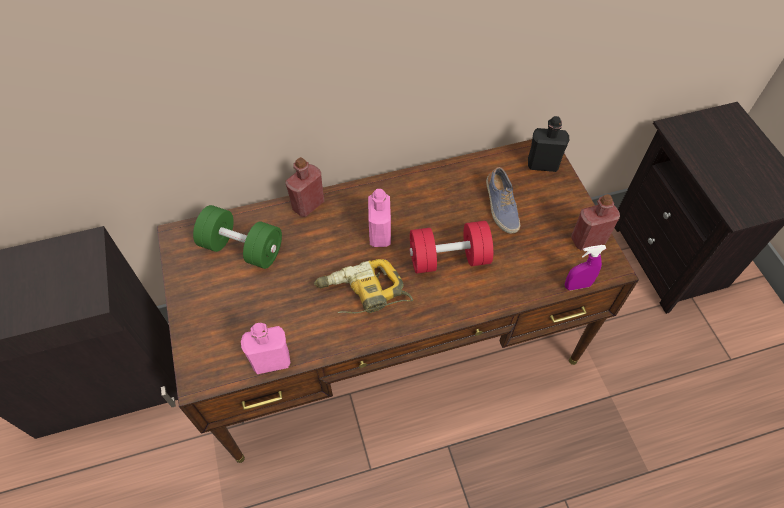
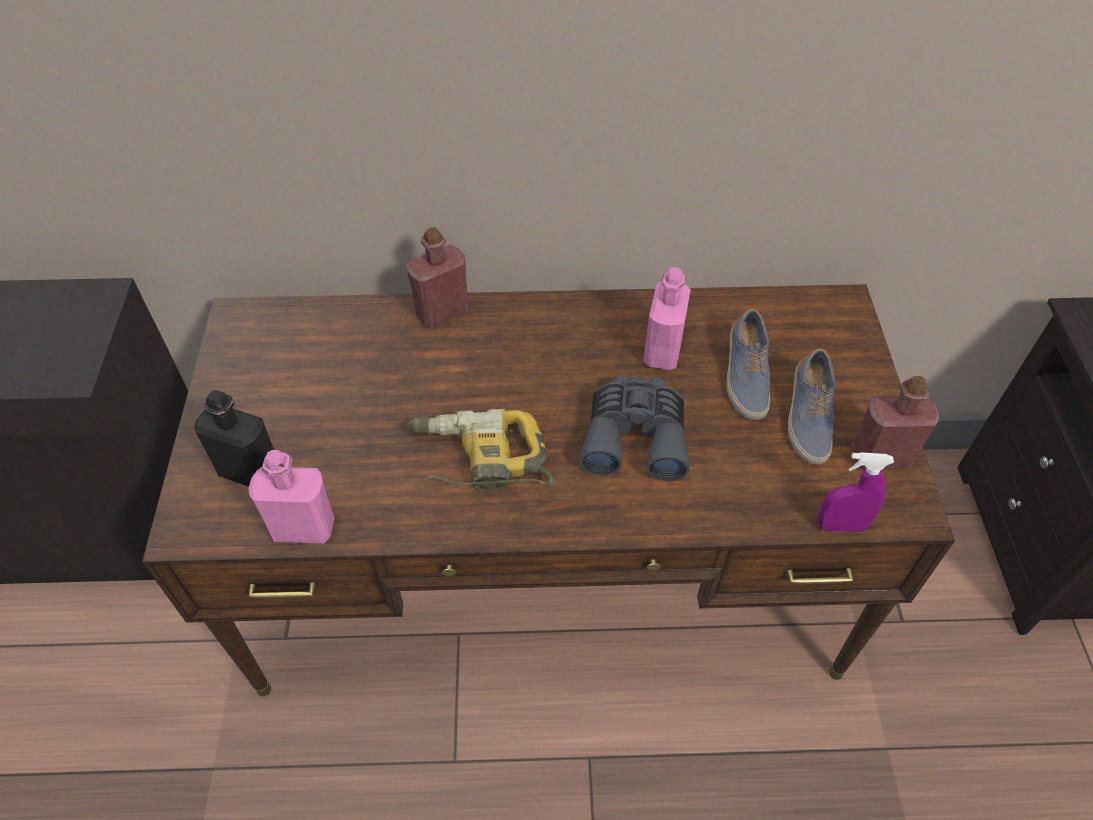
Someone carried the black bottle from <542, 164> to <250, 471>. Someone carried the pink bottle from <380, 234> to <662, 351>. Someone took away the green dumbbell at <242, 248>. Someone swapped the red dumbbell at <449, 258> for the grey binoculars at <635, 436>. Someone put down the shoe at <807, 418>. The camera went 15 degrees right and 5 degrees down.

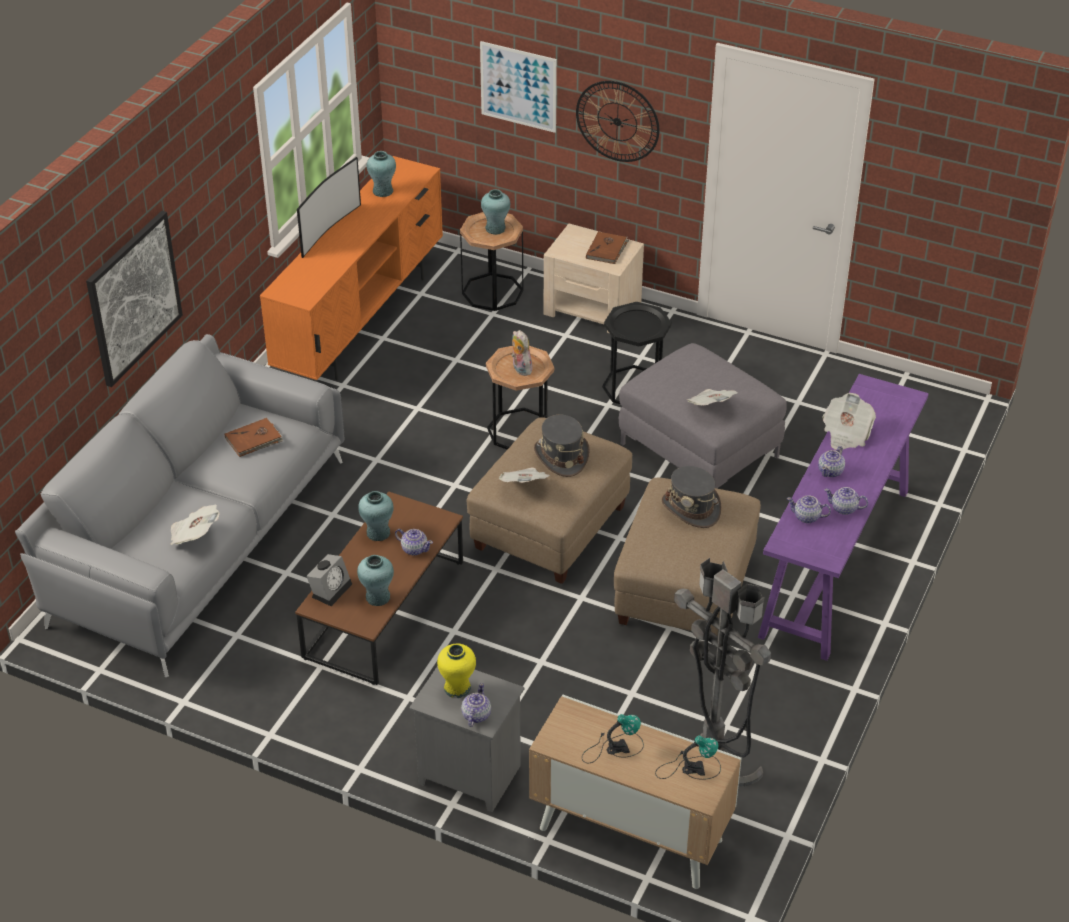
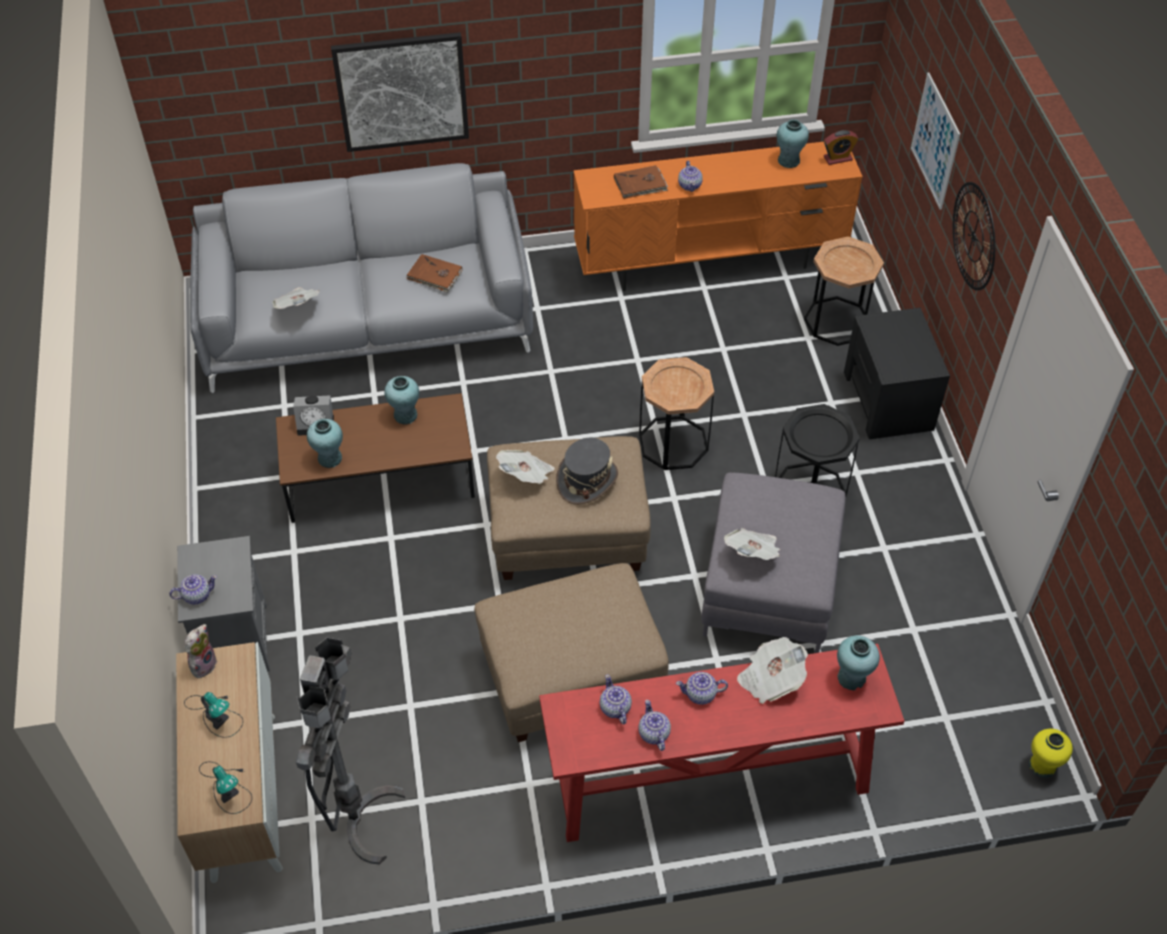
Someone took away the television at <328, 229>. Someone carried the turquoise vase from <495, 228> to <851, 677>. Someone repainted the beige nightstand at <593, 308>, which became the black nightstand at <888, 401>. Someone carried the brown book from <607, 249> to <640, 184>. Someone carried the plush toy from <520, 369> to <203, 663>. Someone repainted the purple console table at <835, 562>, which became the red console table at <708, 780>. Someone took away the grey hat at <691, 508>. Someone carried the teapot from <414, 549> to <690, 185>. Someone carried the yellow vase from <457, 688> to <1042, 766>. Someone put down the alarm clock at <838, 158>. The camera went 55 degrees right and 10 degrees up.

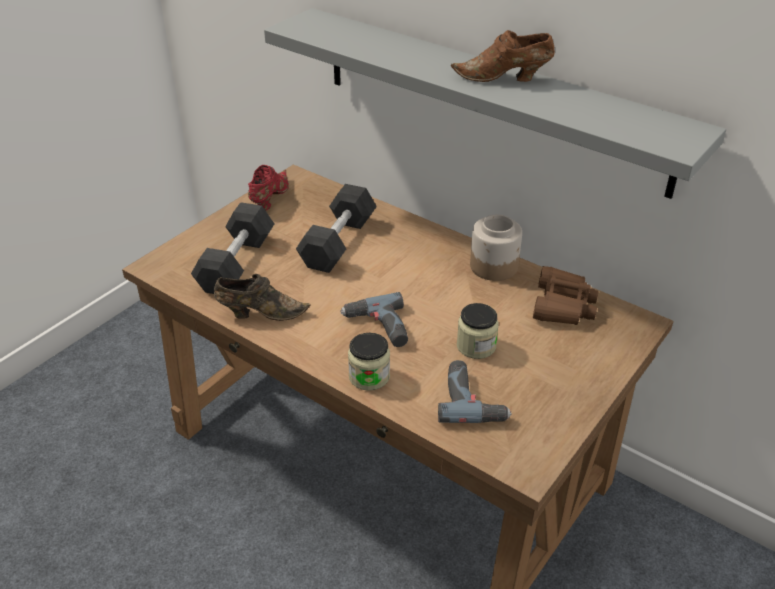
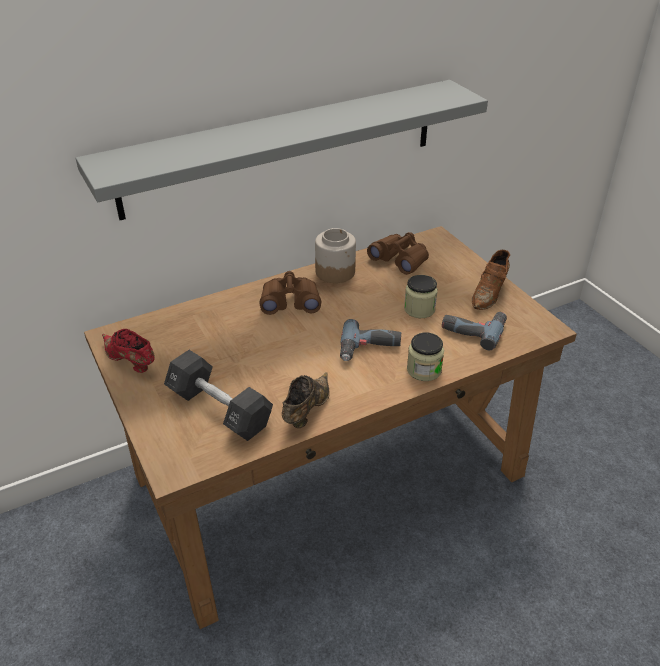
Someone carried the brown shoe from <504, 78> to <490, 293>. Someone took away the black dumbbell at <338, 243>. Someone put down the brown binoculars at <290, 301>. The camera went 65 degrees left and 0 degrees up.

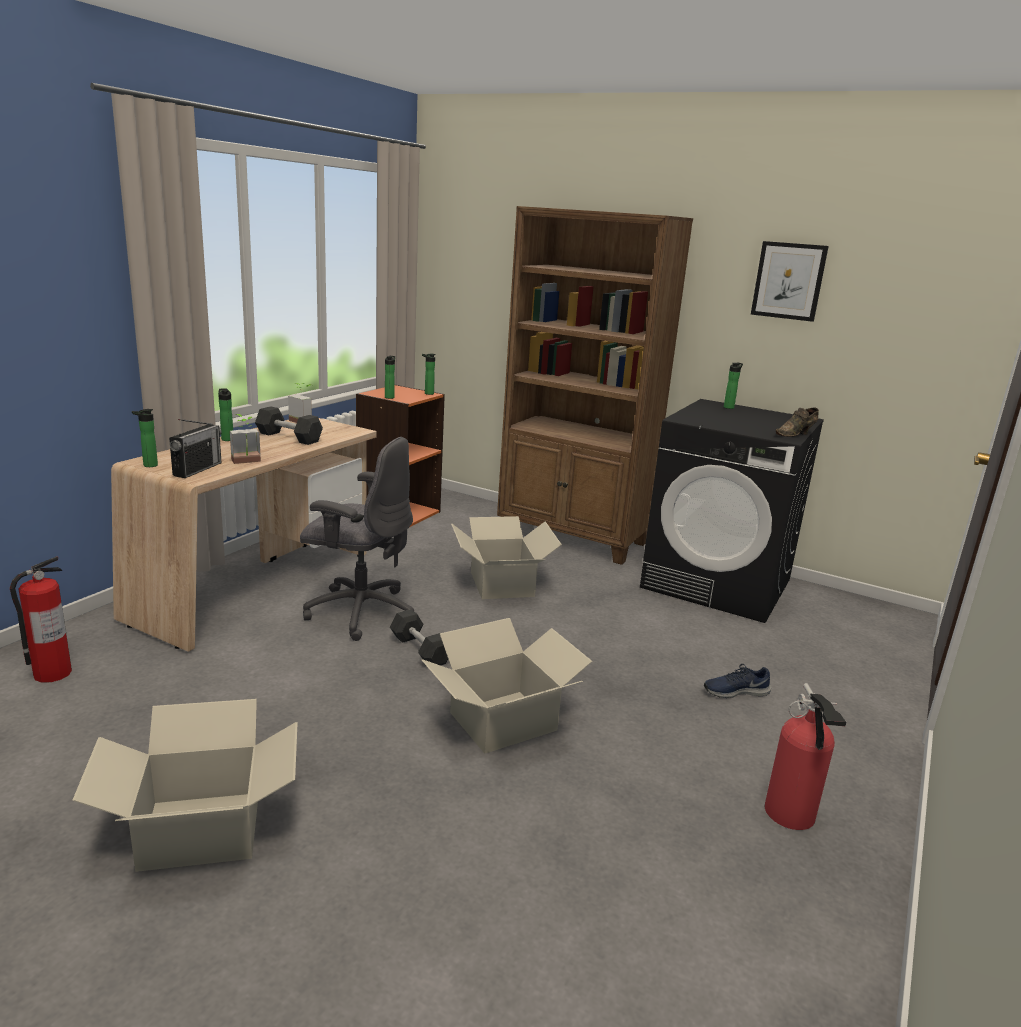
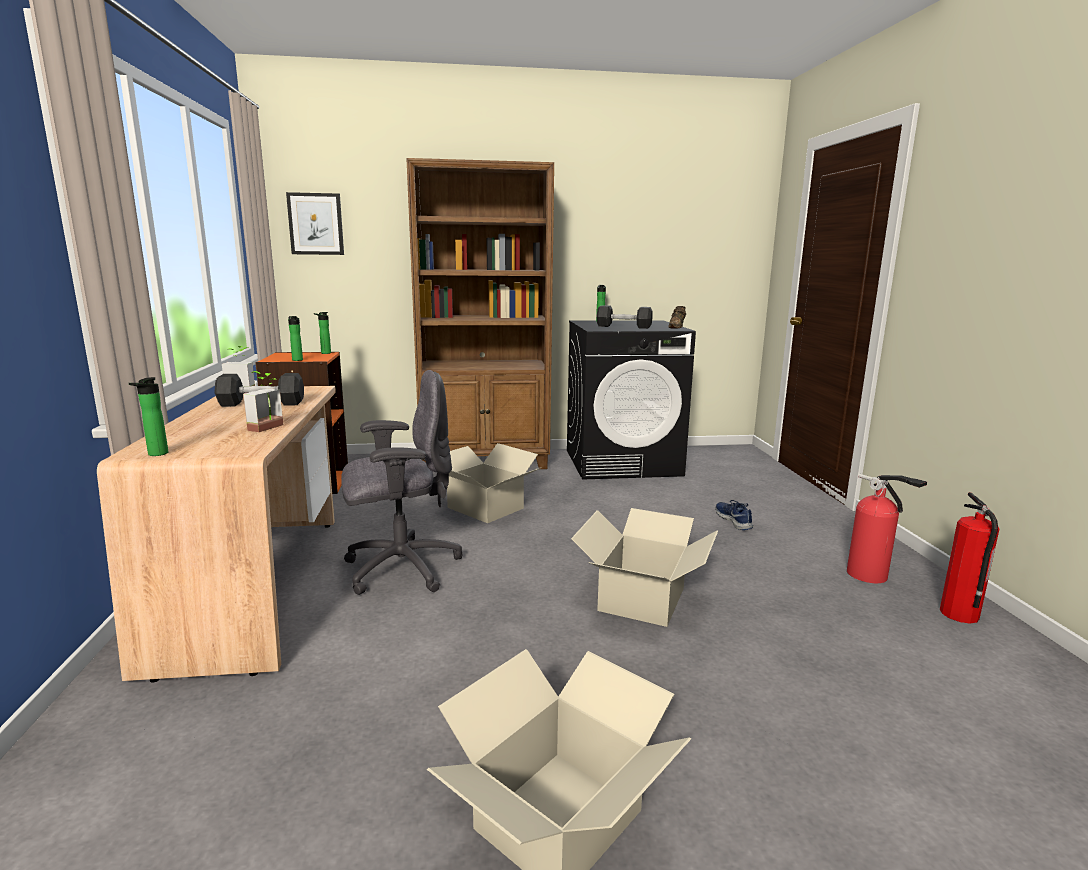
Someone carried the picture from <788, 281> to <316, 224>. Someone took away the bottle at <227, 439>. Someone took away the radio at <197, 469>. Someone carried the fire extinguisher from <51, 673> to <959, 614>. Someone carried the grey dumbbell from <420, 650> to <624, 327>. Someone rotated the blue shoe at <735, 691> by 120 degrees clockwise. The camera went 35 degrees left and 5 degrees down.

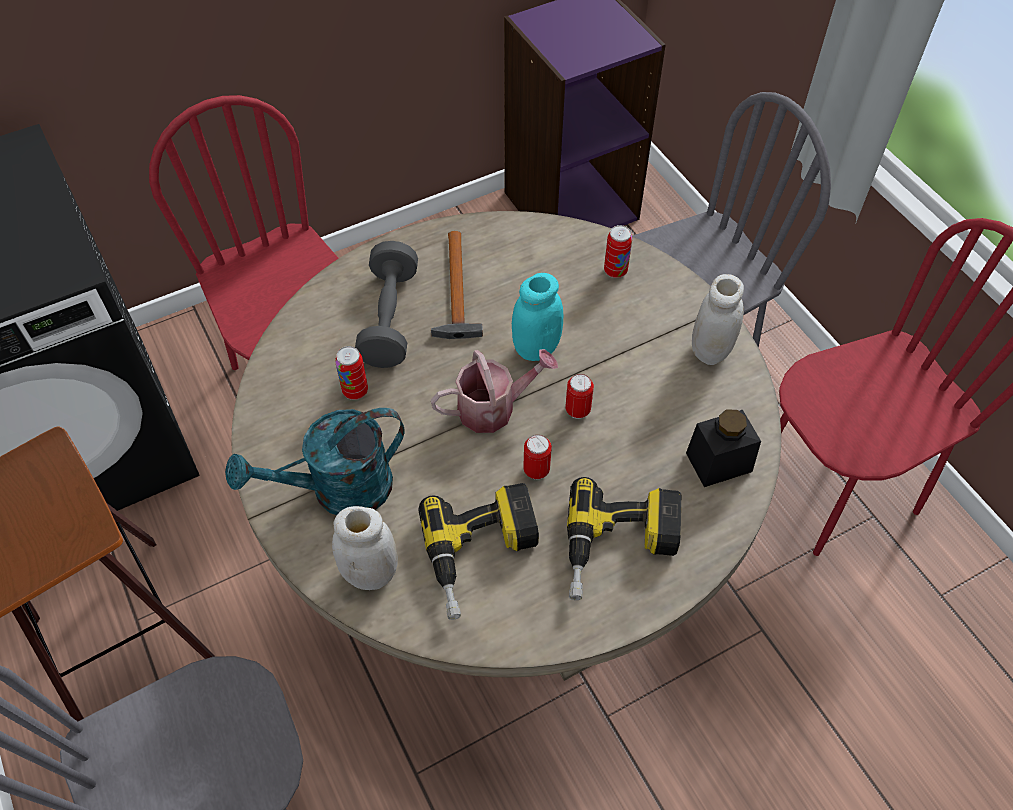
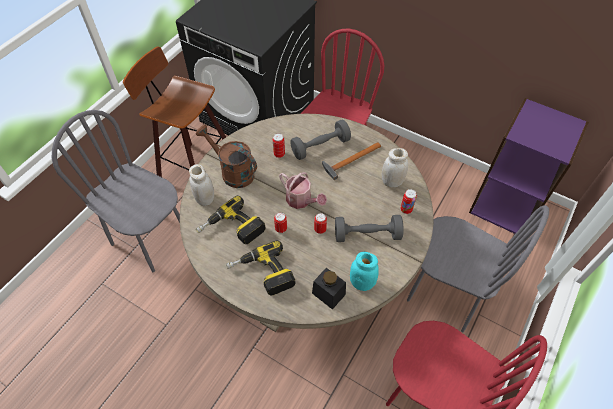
Someone carried the turquoise jar from <536, 348> to <362, 283>. Someone carried the white jar from <710, 350> to <392, 182>. Someone repainted the turquoise watering can at <338, 491>, which became the brown watering can at <232, 172>. Someone put down the grey dumbbell at <367, 235>. The camera went 60 degrees right and 0 degrees up.

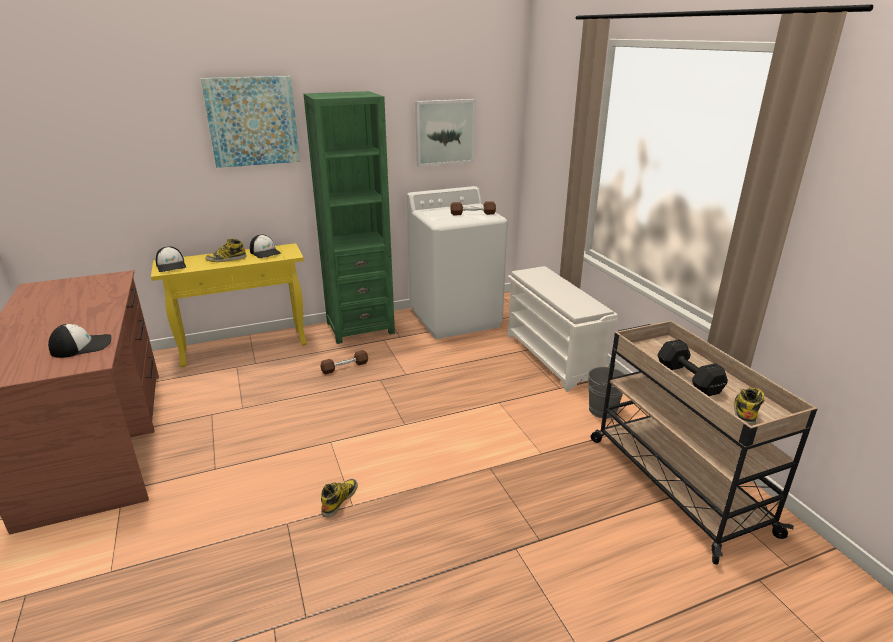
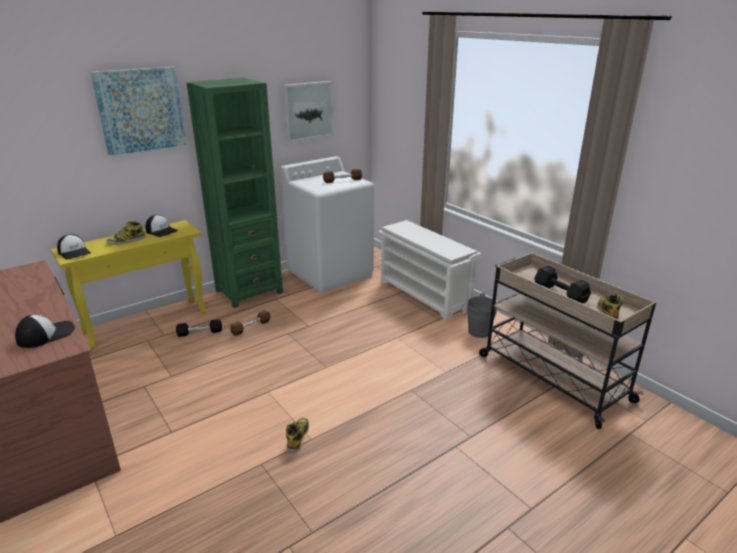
Someone put down the black dumbbell at <200, 332>. The camera went 15 degrees left and 0 degrees up.

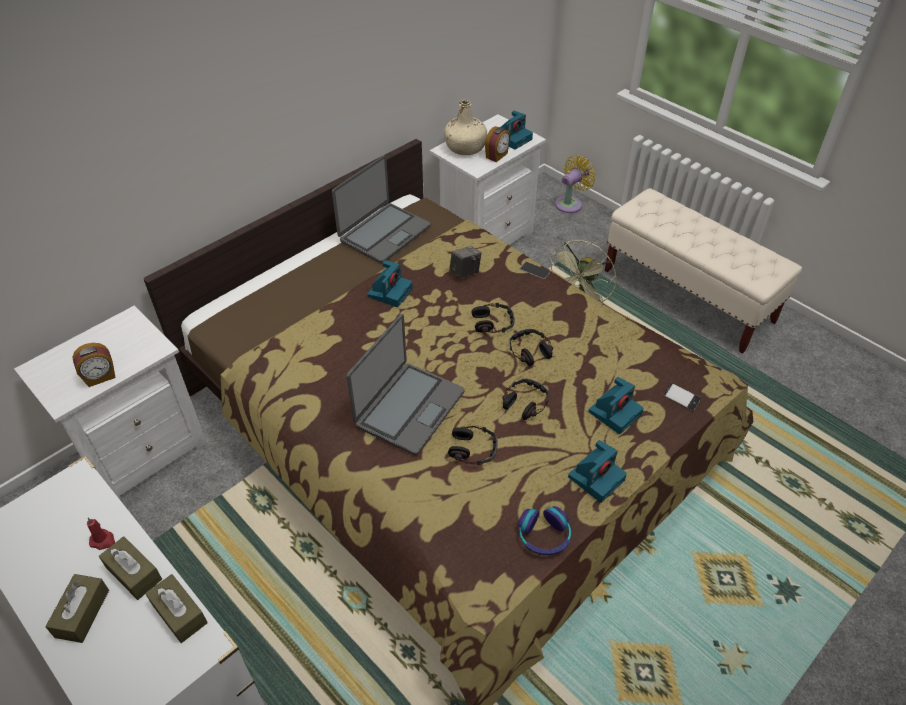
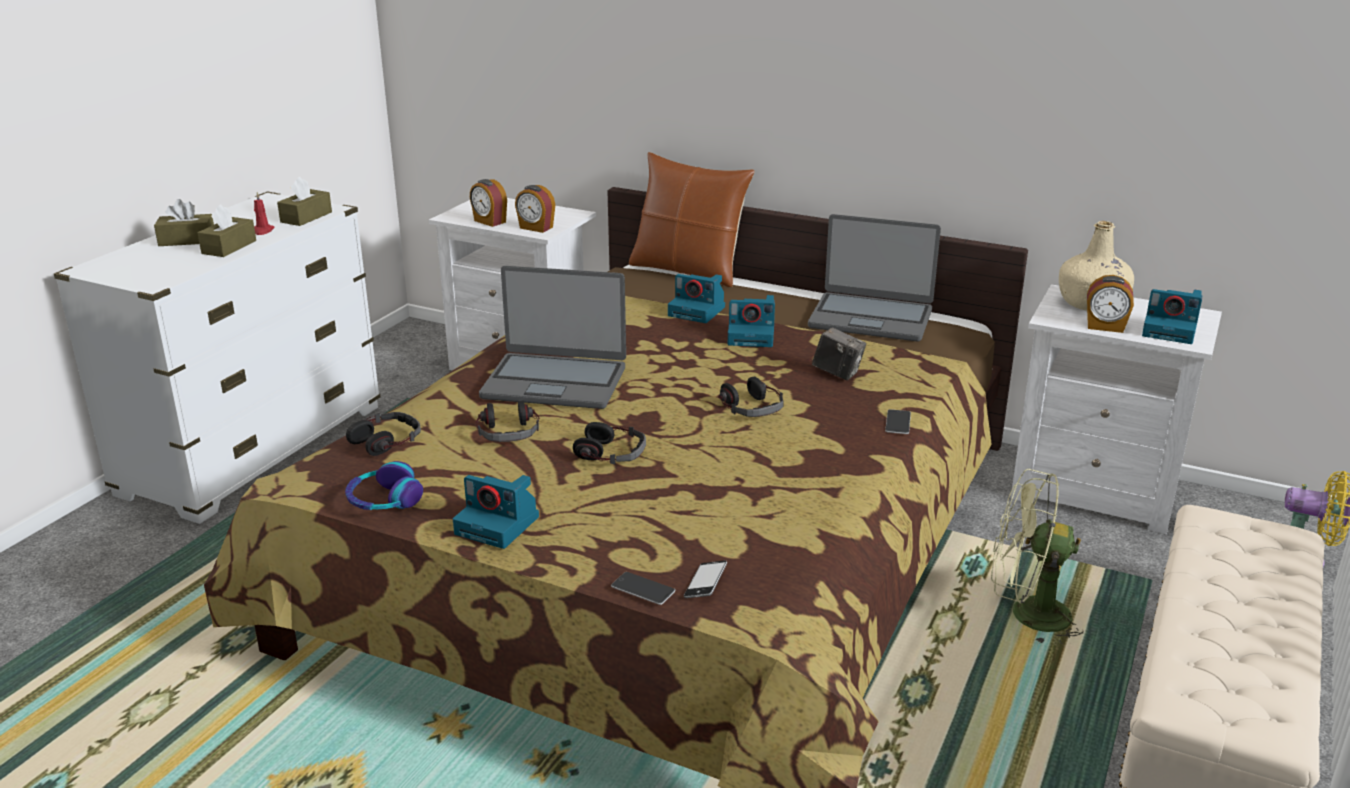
Someone carried the headphones from <529, 351> to <385, 440>. Someone carried the photo camera from <615, 412> to <698, 311>. Someone carried the brown tissue box from <179, 613> to <306, 217>. Someone put down the brown pillow at <688, 271>. Someone put down the alarm clock at <536, 228>. Someone put down the phone at <643, 588>. The camera went 70 degrees right and 20 degrees down.

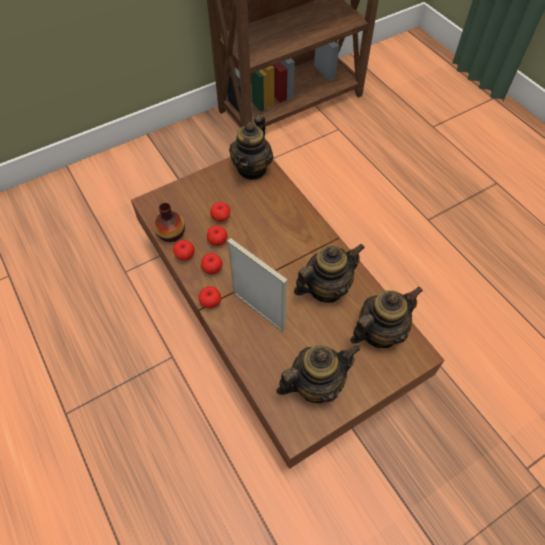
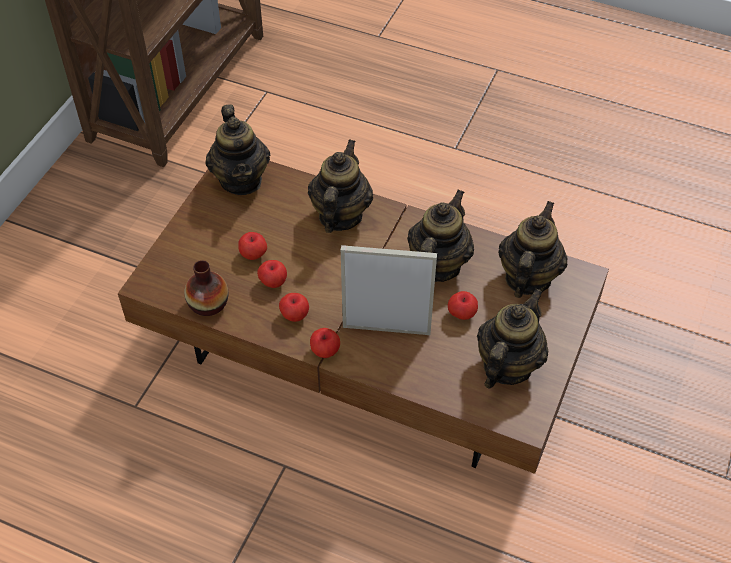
Someone carried the apple from <185, 256> to <461, 314>. Someone put down the teapot at <340, 216>. The camera went 35 degrees left and 5 degrees down.

